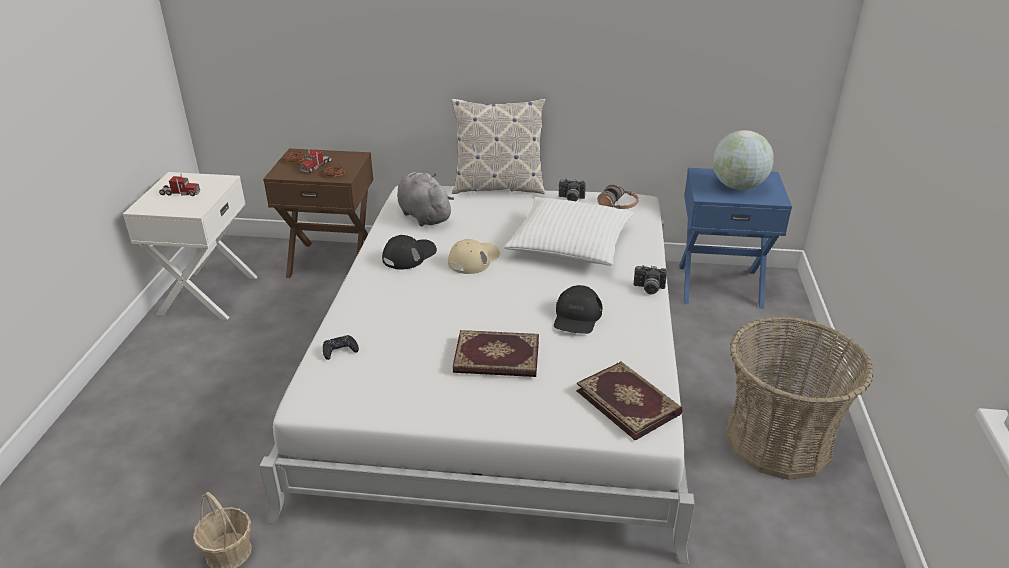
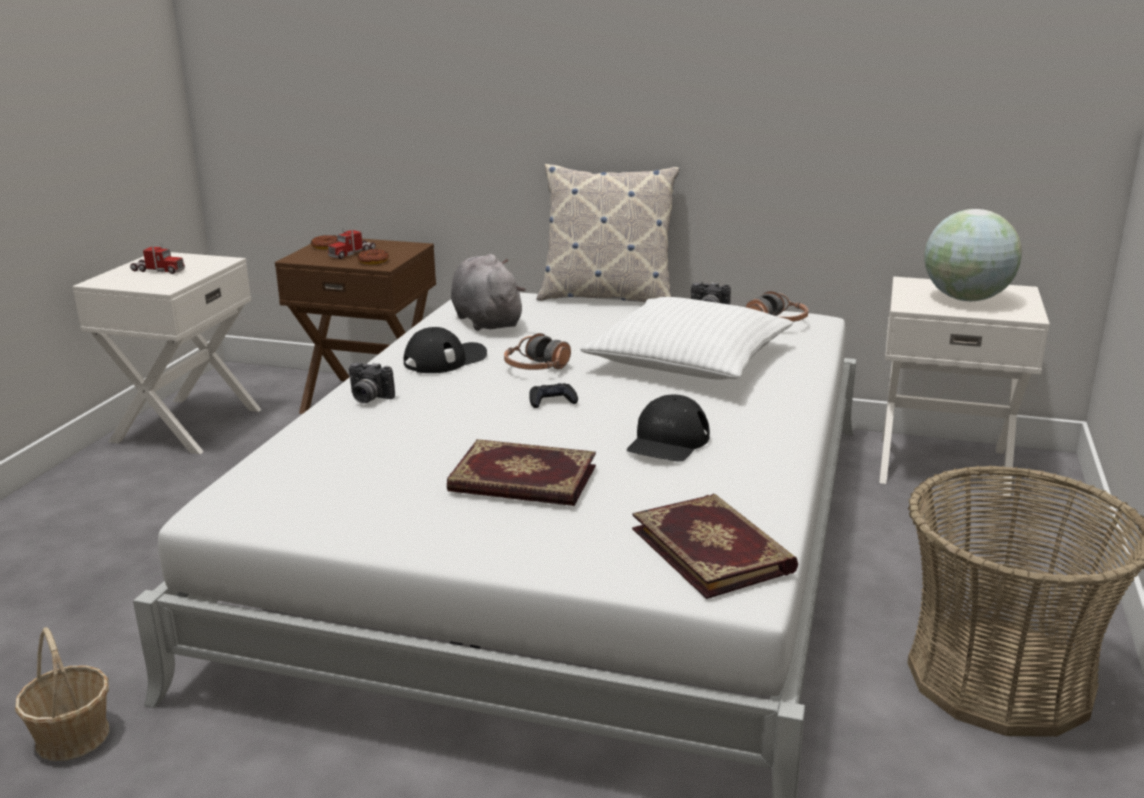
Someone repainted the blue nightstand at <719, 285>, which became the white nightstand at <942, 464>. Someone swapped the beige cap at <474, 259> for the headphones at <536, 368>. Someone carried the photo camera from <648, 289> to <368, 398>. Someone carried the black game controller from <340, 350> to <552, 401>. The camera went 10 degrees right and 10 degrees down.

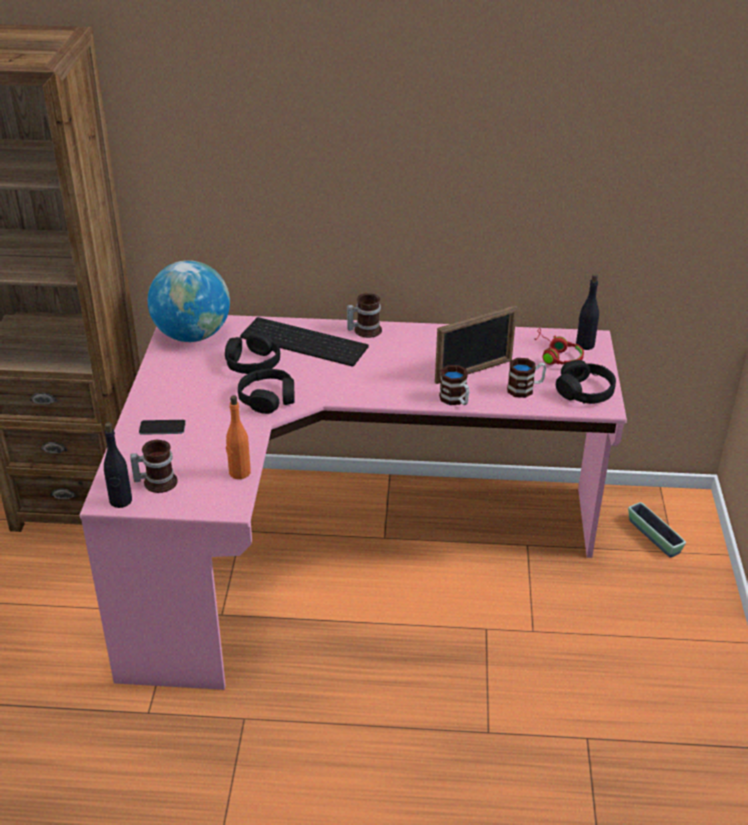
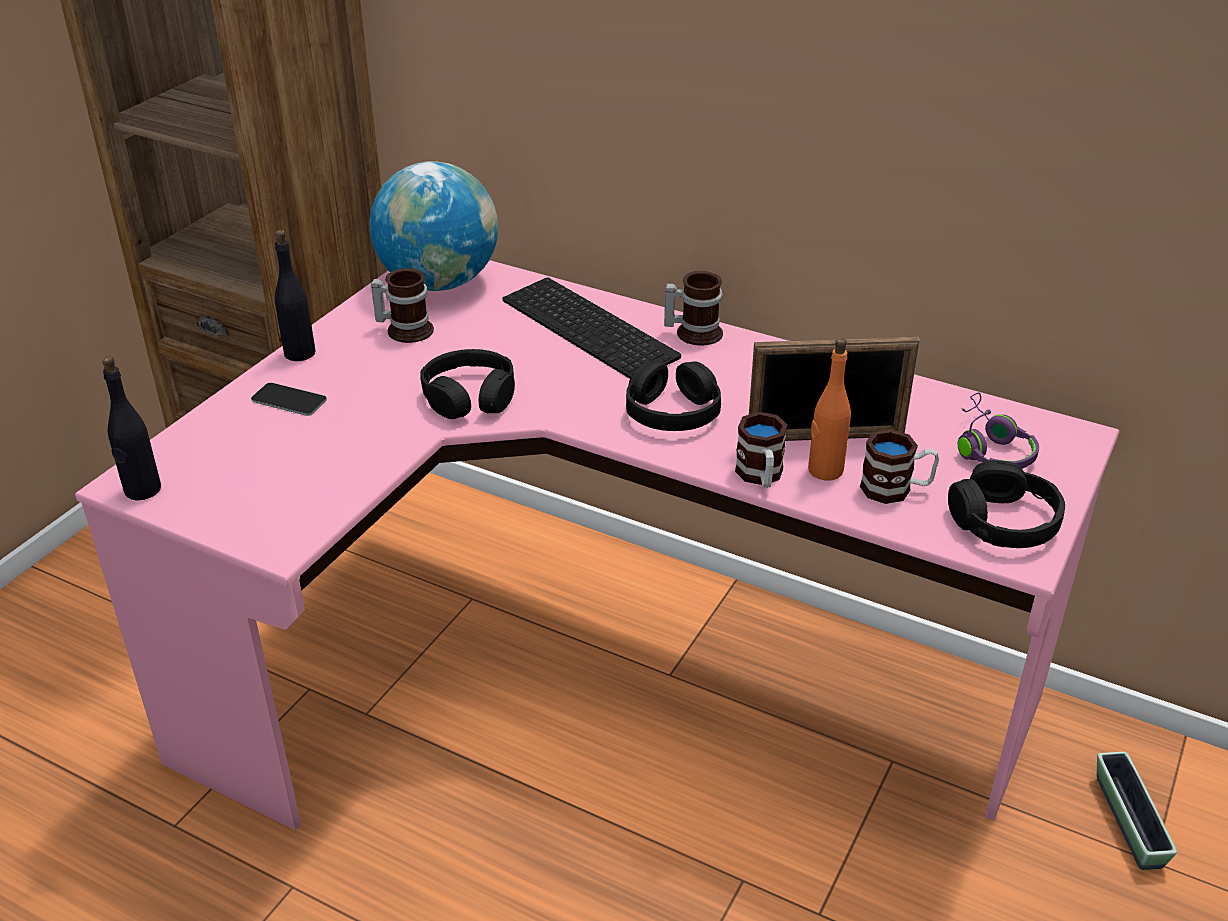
Someone carried the black bottle from <585, 345> to <299, 353>. Someone repainted the red headphones at <556, 356>, which became the purple headphones at <989, 448>. Someone carried the black headphones from <252, 363> to <672, 411>. Someone carried the orange bottle from <239, 472> to <825, 470>. Someone carried the mug from <157, 481> to <406, 329>. The camera went 25 degrees right and 0 degrees up.

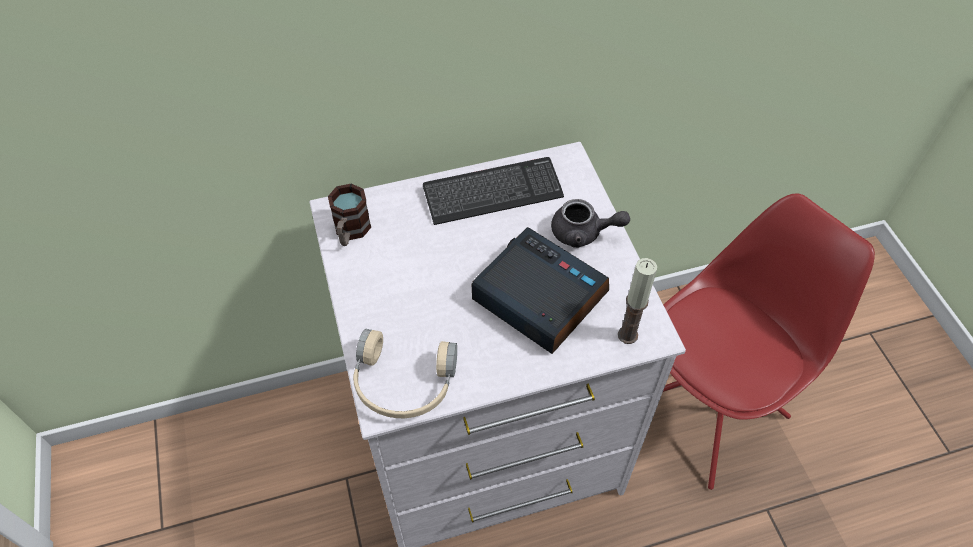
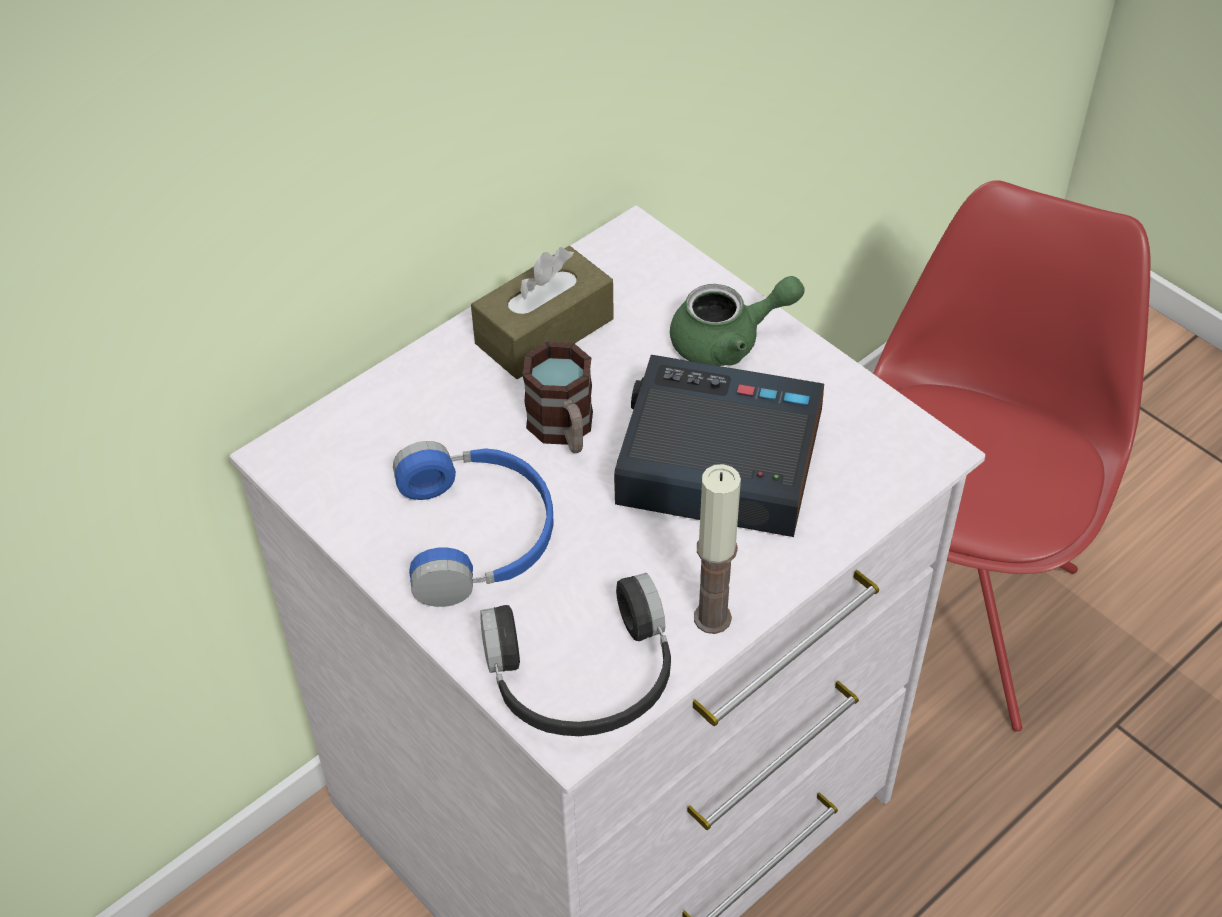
Someone swapped the keyboard at <493, 193> for the brown tissue box at <544, 331>. Someone carried the mug from <350, 232> to <564, 431>. Someone repainted the grey teapot at <583, 233>, which became the green teapot at <728, 341>. Someone carried the candle from <627, 335> to <712, 618>. Someone repainted the beige headphones at <403, 384>, which became the black headphones at <583, 679>. Someone put down the blue headphones at <479, 534>. The camera went 25 degrees left and 5 degrees down.

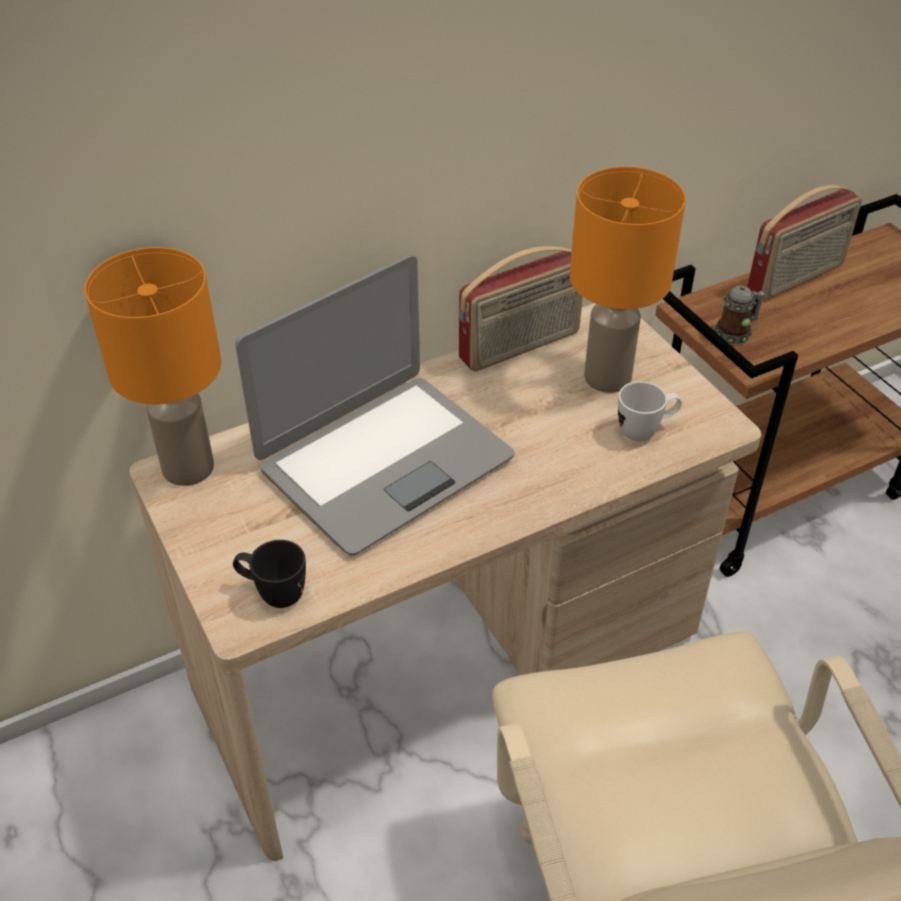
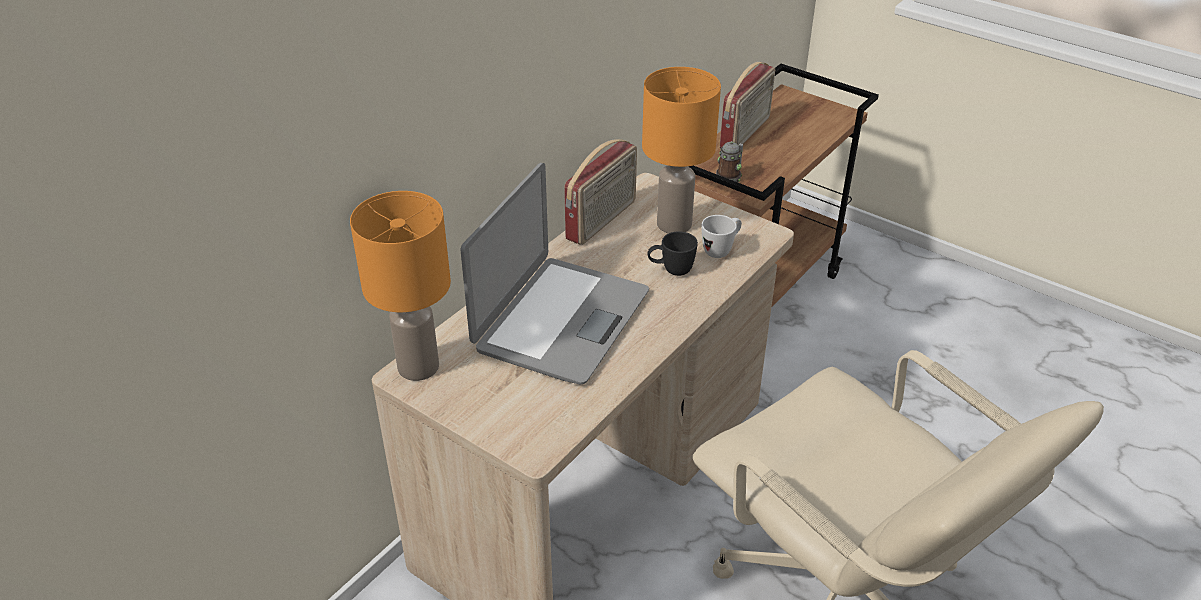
Someone carried the black mug from <273, 593> to <671, 271>. The camera went 25 degrees left and 5 degrees down.

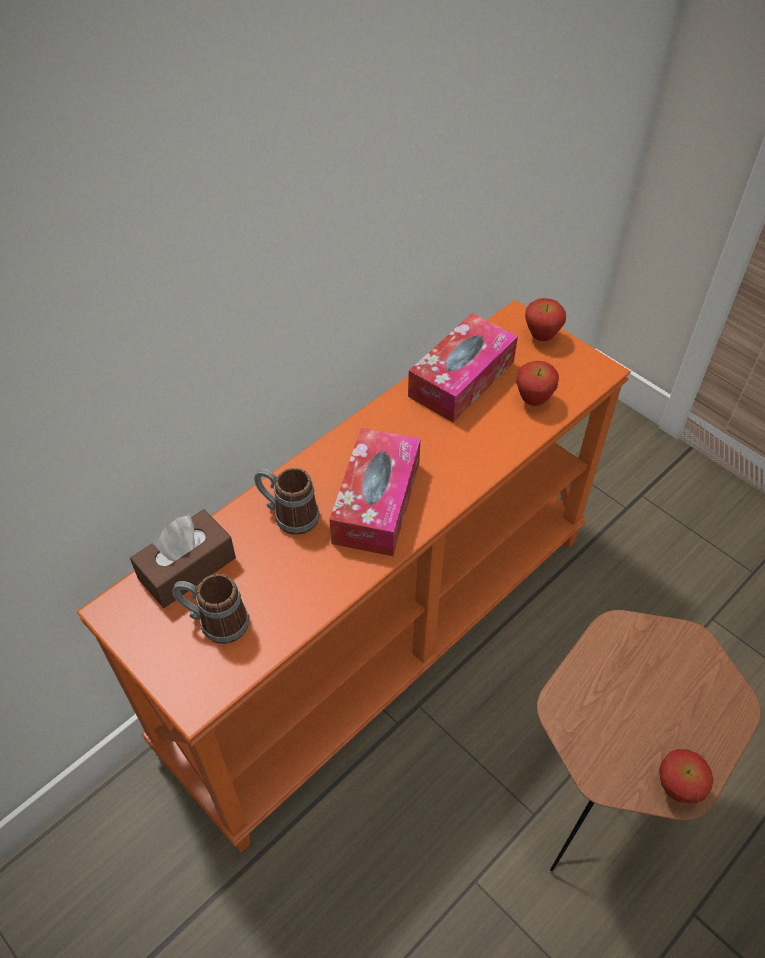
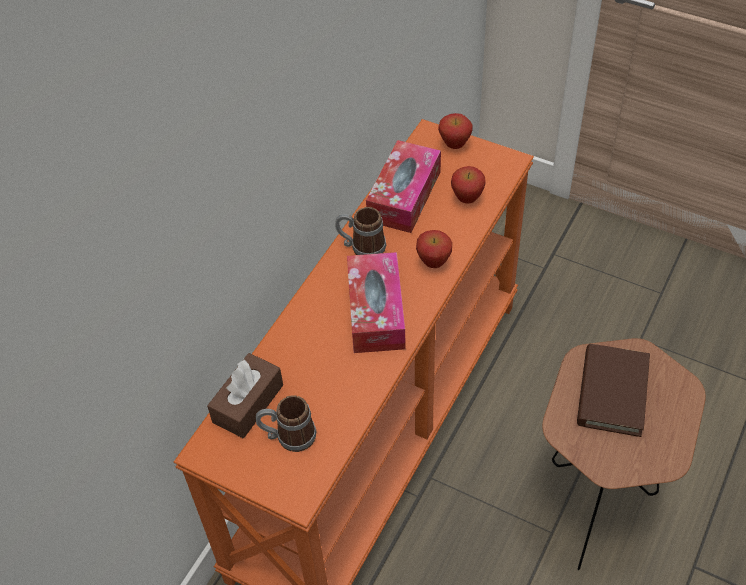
Someone carried the mug from <288, 514> to <361, 247>. Someone carried the apple from <676, 789> to <433, 263>. Someone put down the brown book at <612, 392>. The camera went 15 degrees left and 0 degrees up.

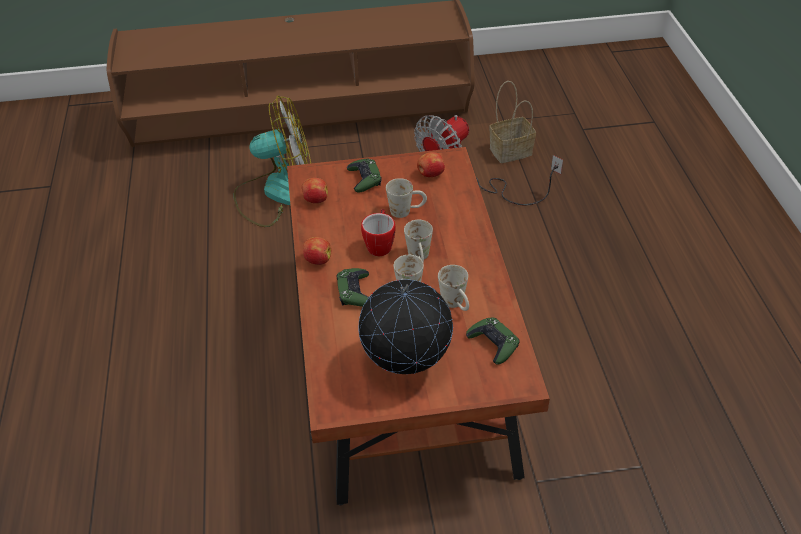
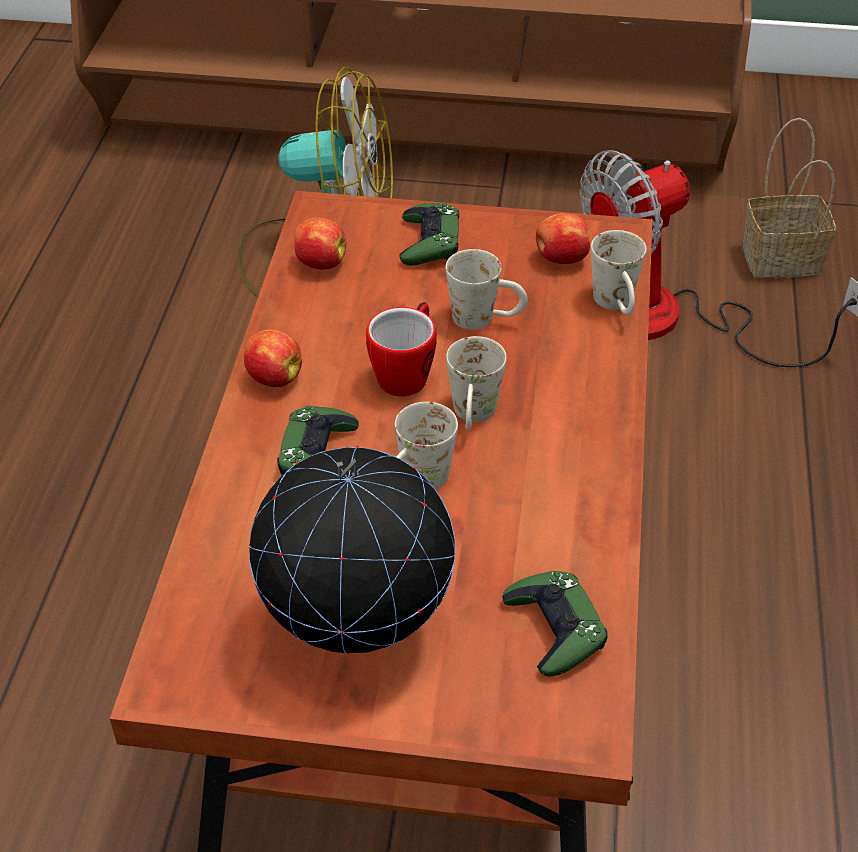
Someone carried the white mug from <456, 304> to <617, 306>. The camera went 15 degrees right and 0 degrees up.

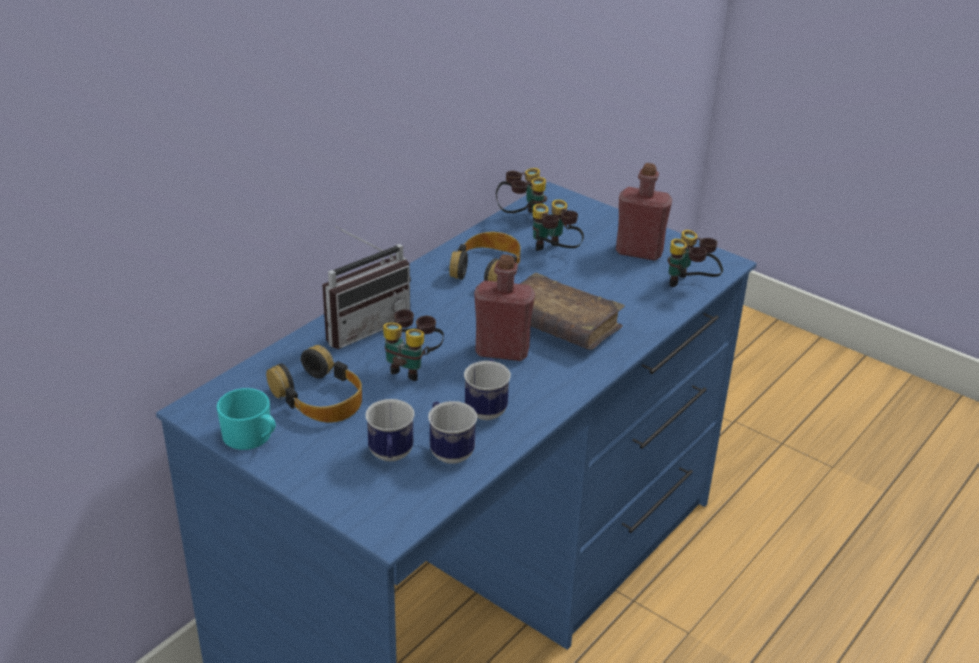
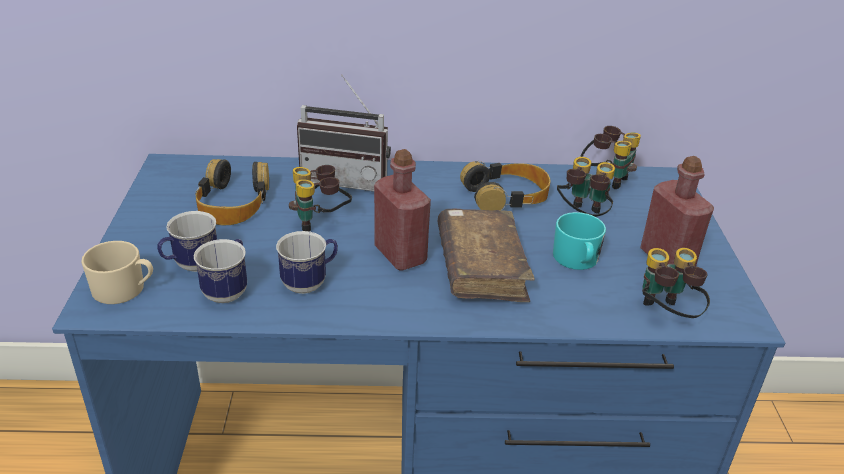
Someone carried the turquoise mug from <252, 437> to <577, 260>. Someone put down the beige mug at <125, 289>. The camera went 50 degrees right and 0 degrees up.

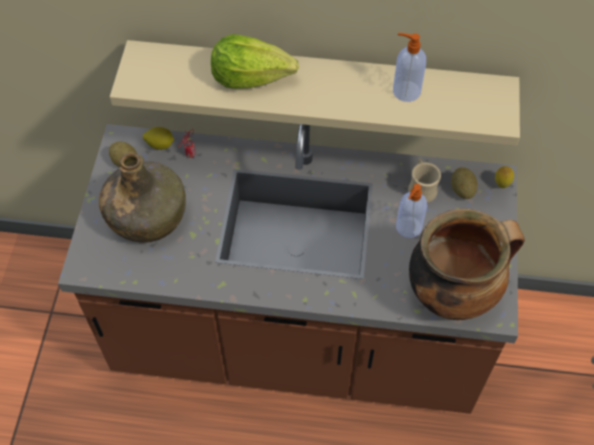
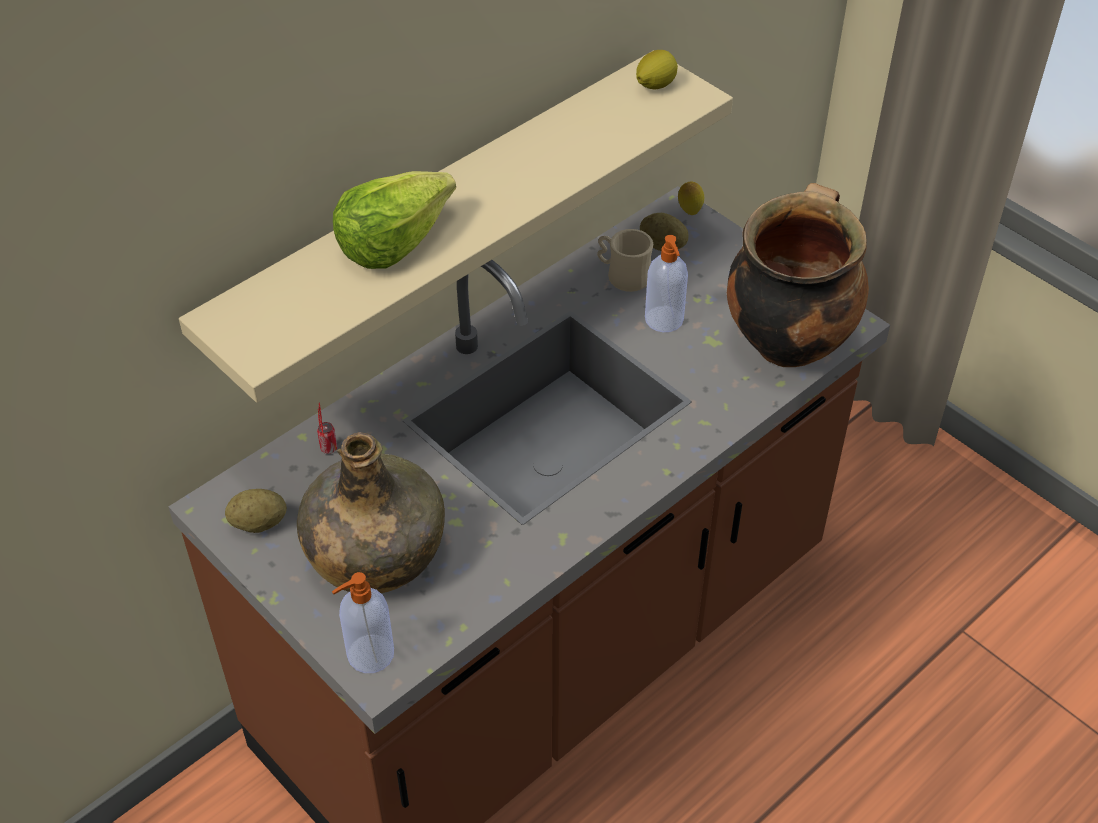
Someone carried the soap dispenser from <405, 91> to <369, 655>. Someone carried the lemon from <160, 144> to <654, 85>. The camera went 50 degrees left and 10 degrees down.

